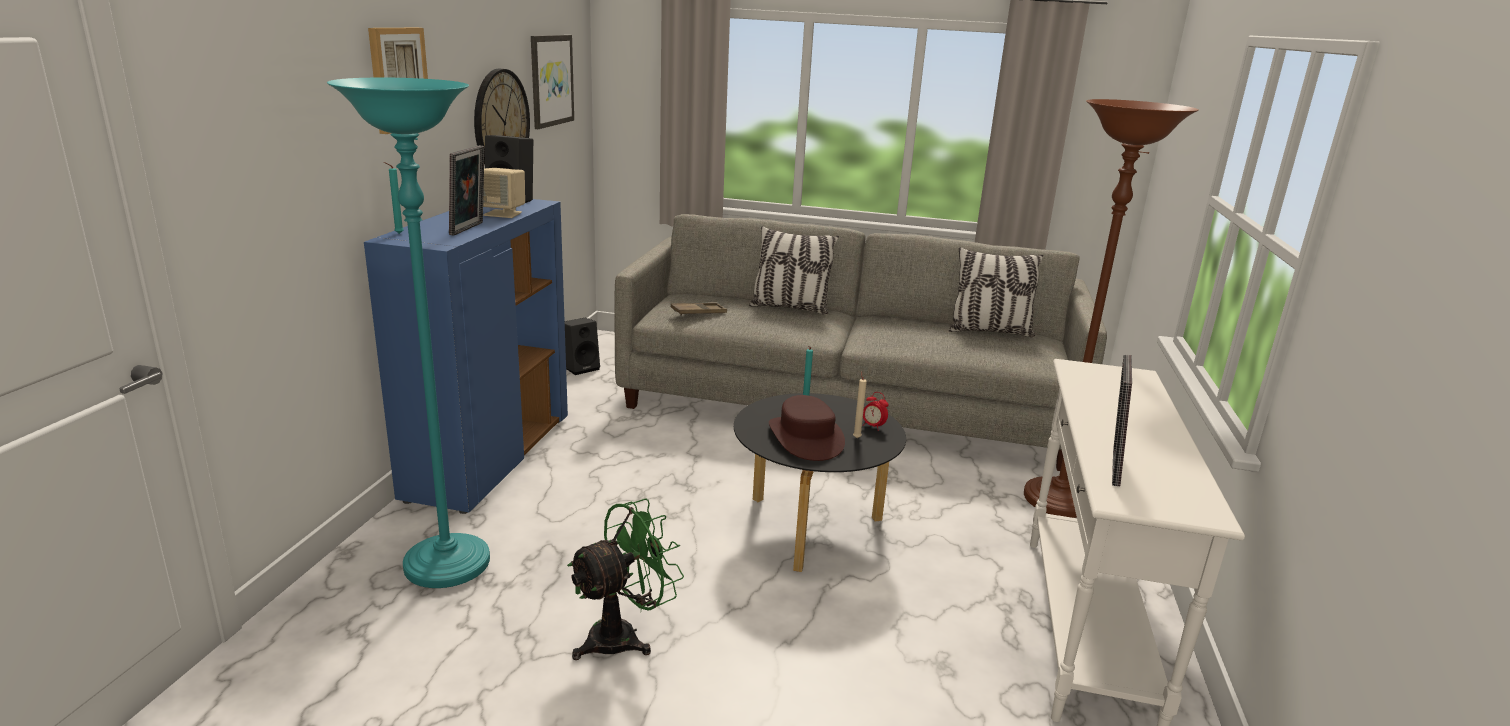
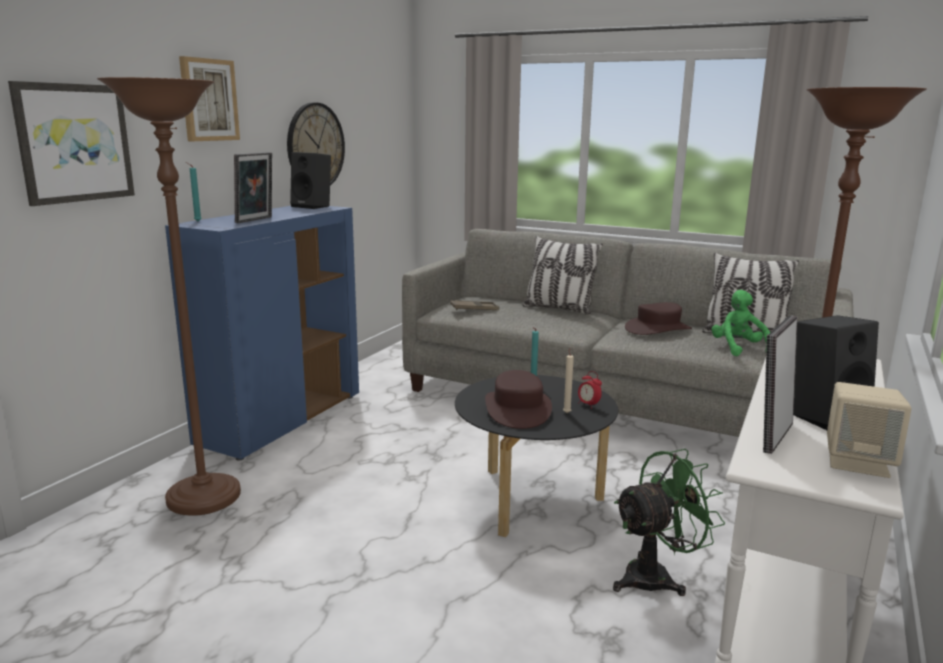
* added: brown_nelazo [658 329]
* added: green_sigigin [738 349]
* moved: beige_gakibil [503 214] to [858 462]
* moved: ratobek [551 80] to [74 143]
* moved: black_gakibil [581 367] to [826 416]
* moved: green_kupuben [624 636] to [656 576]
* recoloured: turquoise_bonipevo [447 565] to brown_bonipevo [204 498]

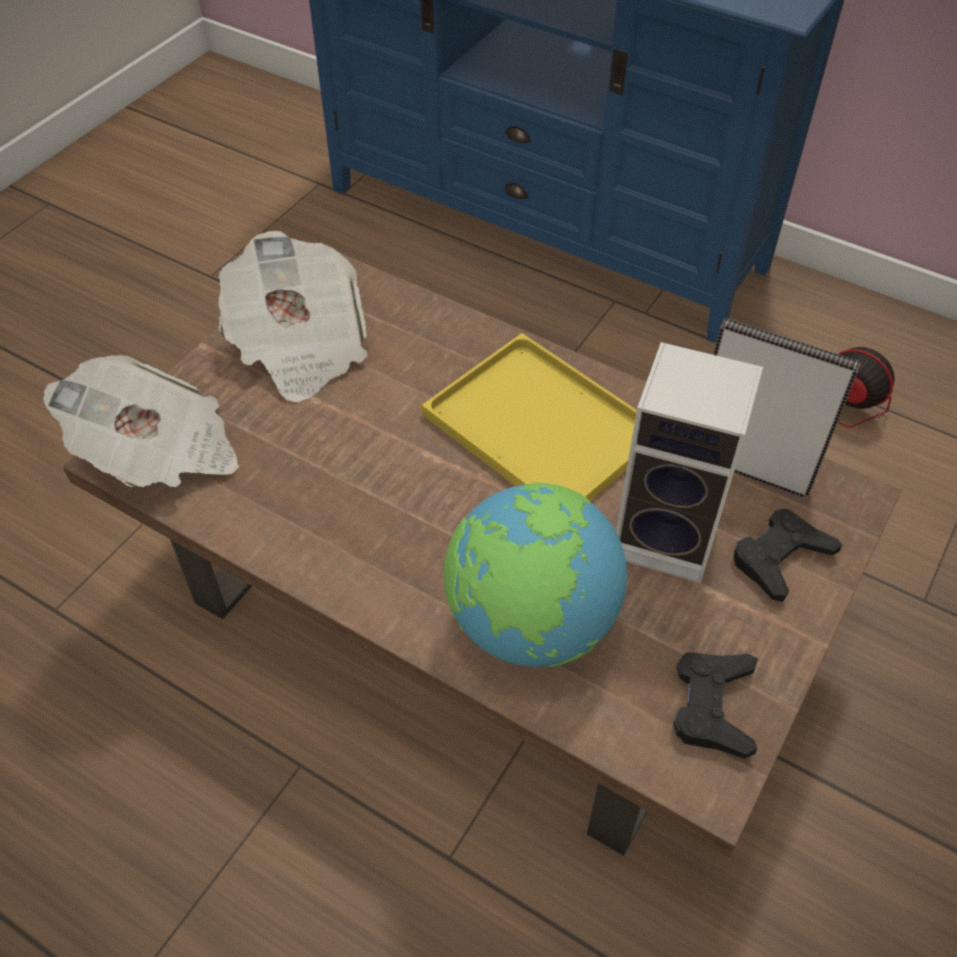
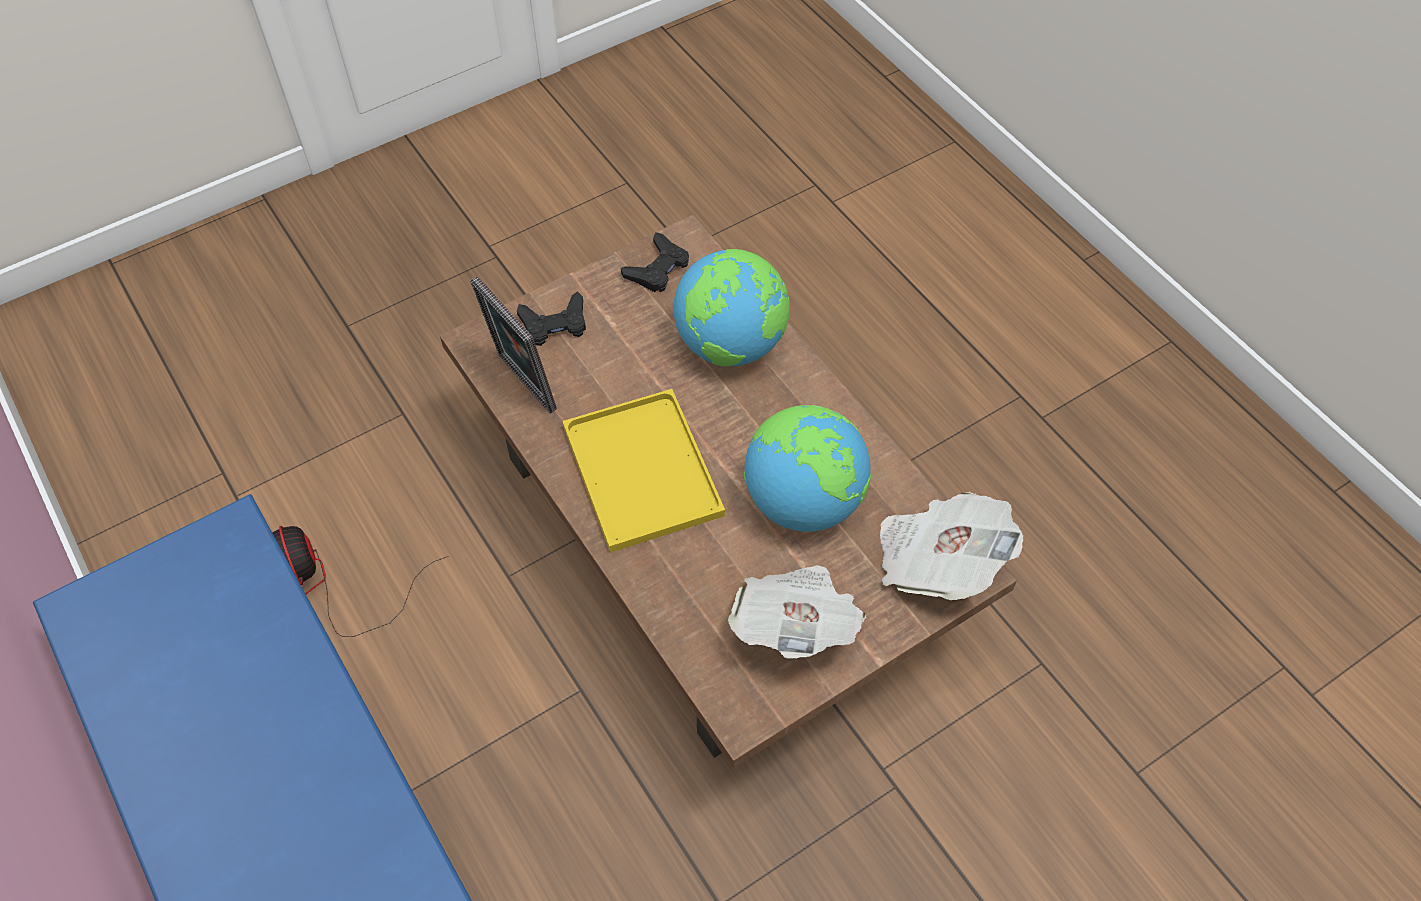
* removed: gakibil [670 537]
* added: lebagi [803 501]

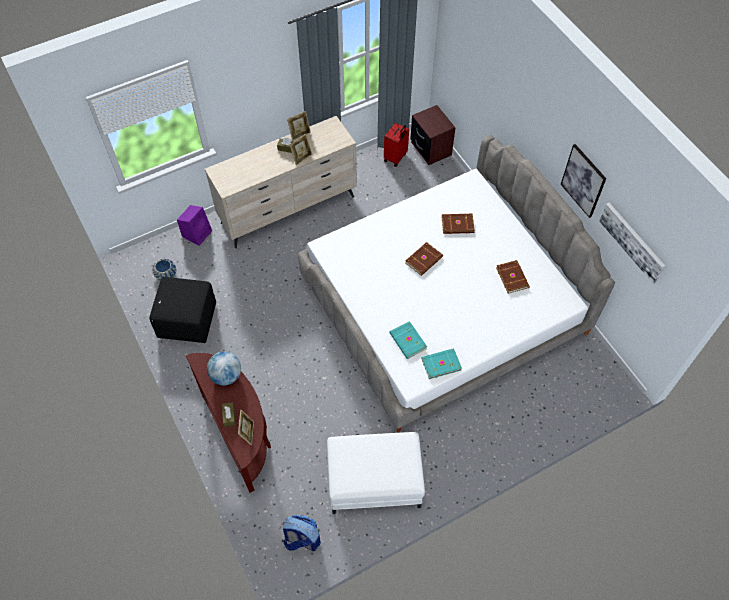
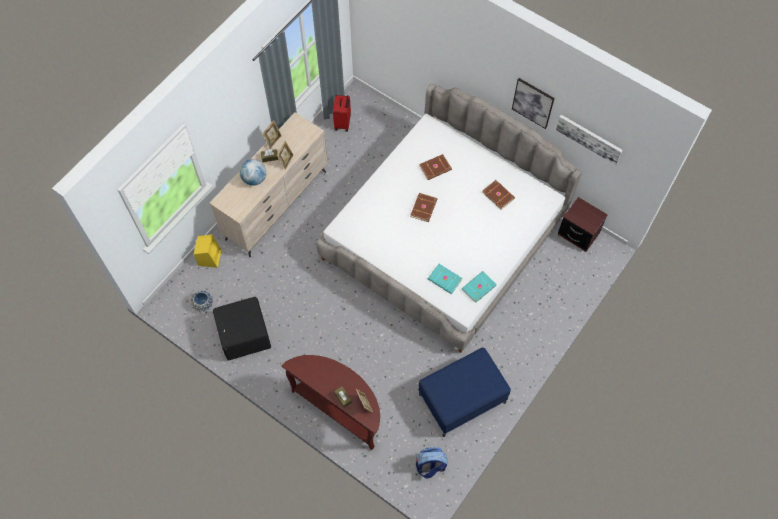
* moved: lebagi [226 375] to [254 179]
* moved: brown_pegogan [431 149] to [578 234]
* recoloured: purple_gakibil [197 233] to yellow_gakibil [209 257]
* recoloured: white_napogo [374 482] to blue_napogo [462 399]

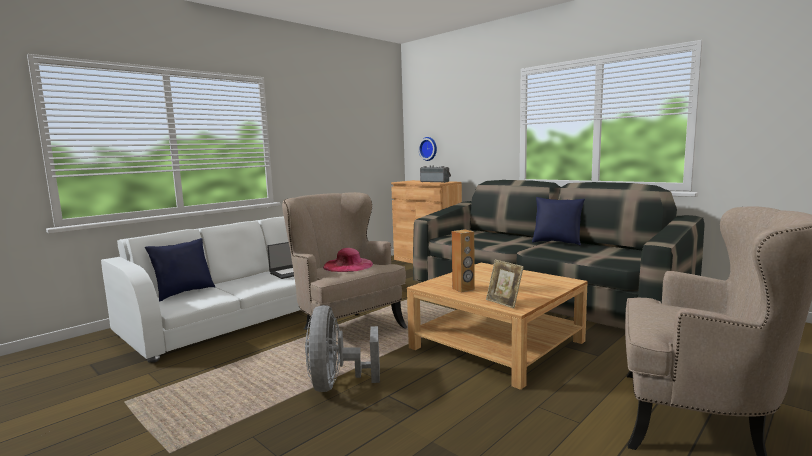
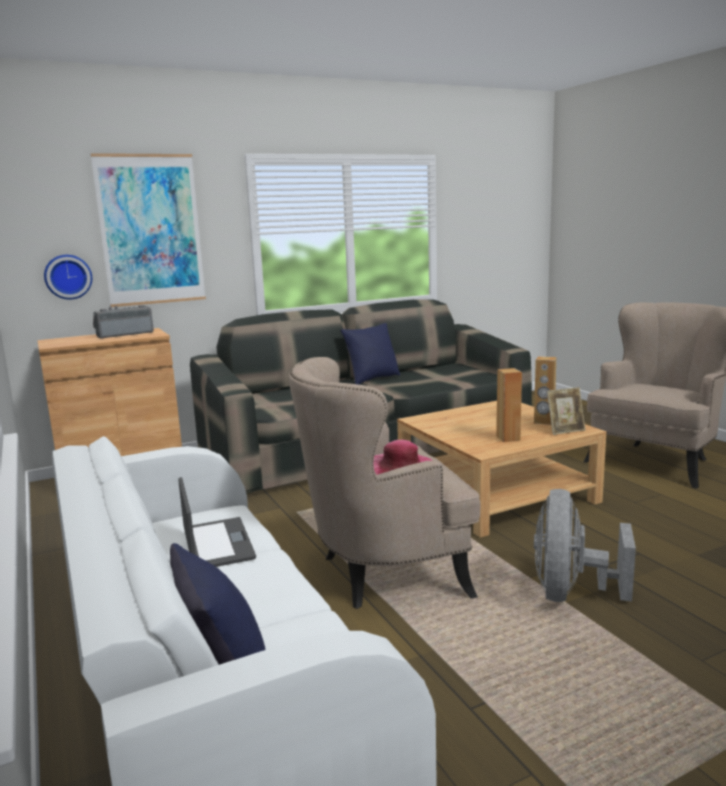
* added: ratobek [151 230]
* added: brown_gakibil [544 421]
* turned: grey_kupuben [337 384] = [571 593] 90 degrees clockwise

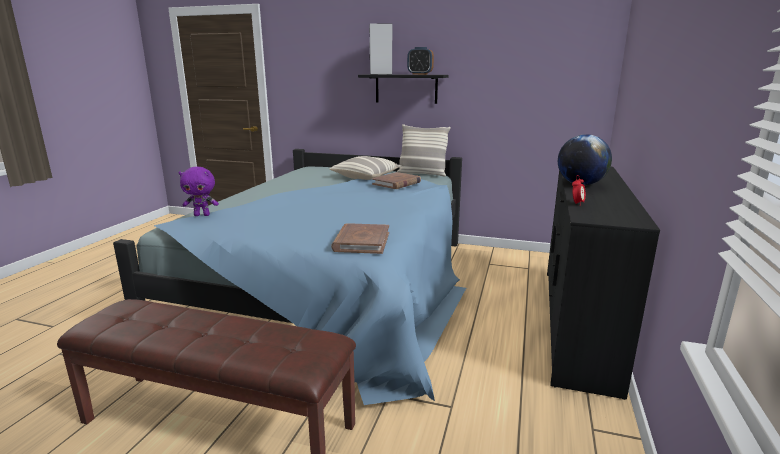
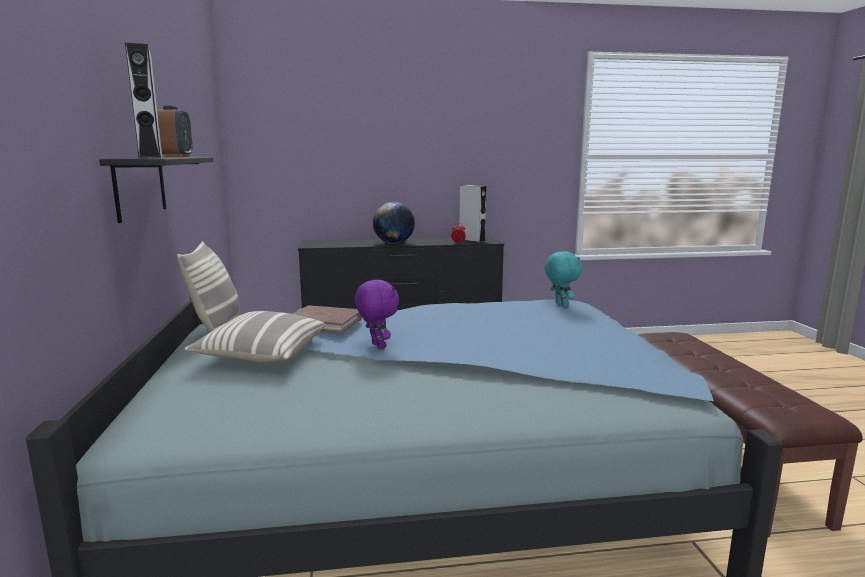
* added: grey_gakibil [472 240]
* moved: purple_sigigin [202 215] to [377 346]
* replaced: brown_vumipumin [361 242] to turquoise_sigigin [560 305]

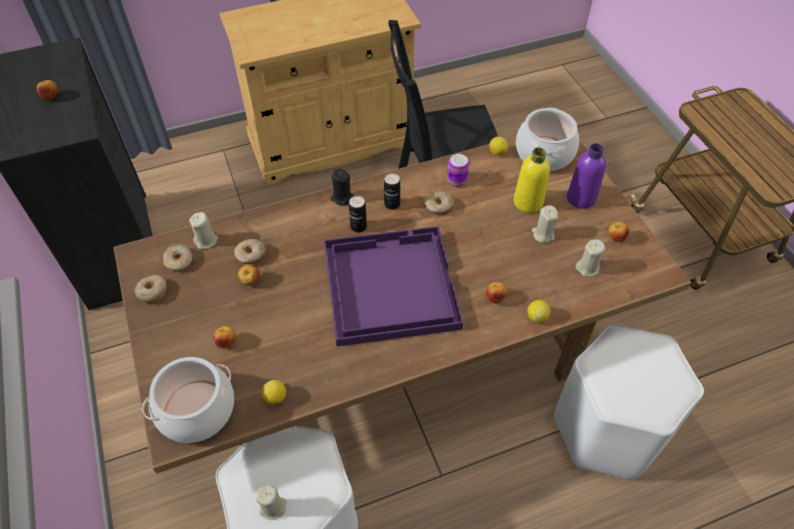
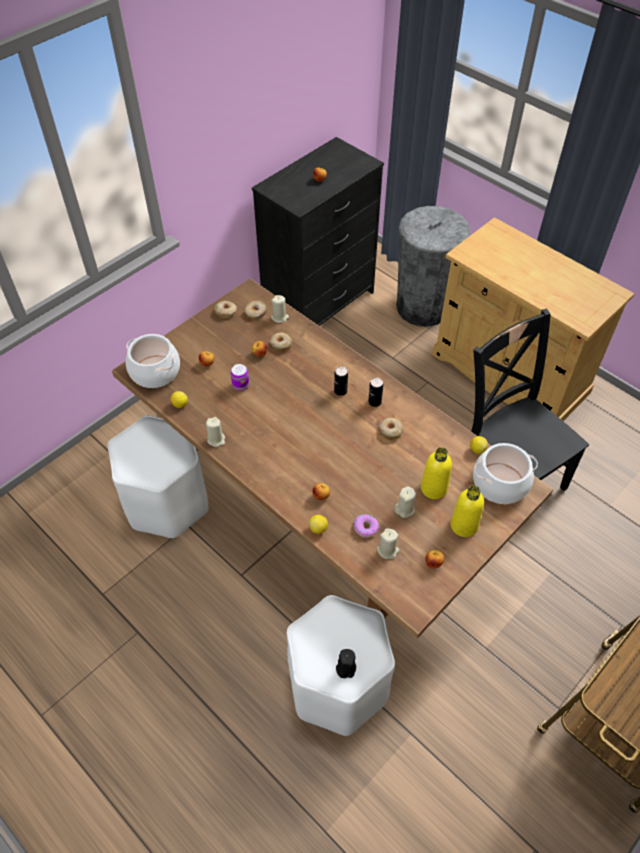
* removed: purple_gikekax [389 285]
* added: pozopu [366 527]
* added: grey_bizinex [423 307]
* moved: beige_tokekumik [273 507] to [216 439]
* moved: black_tokekumik [342 198] to [345 668]
* moved: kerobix [456 180] to [240 385]
* recoloured: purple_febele [581 198] to yellow_febele [464 525]

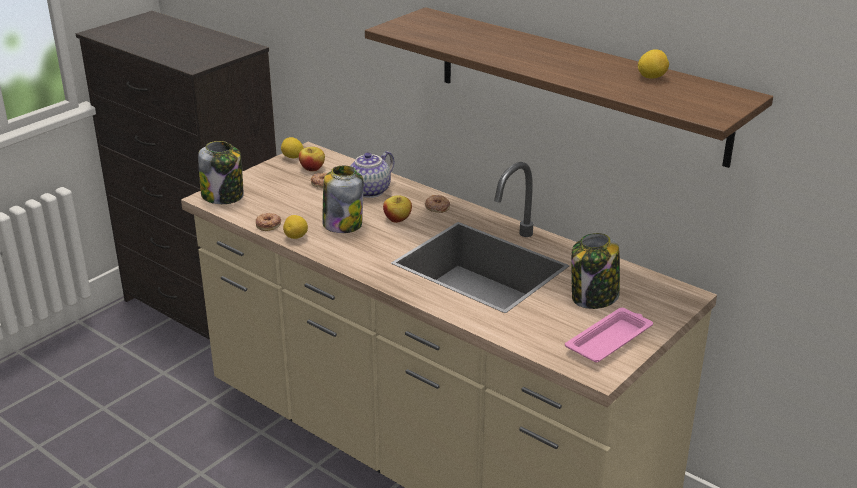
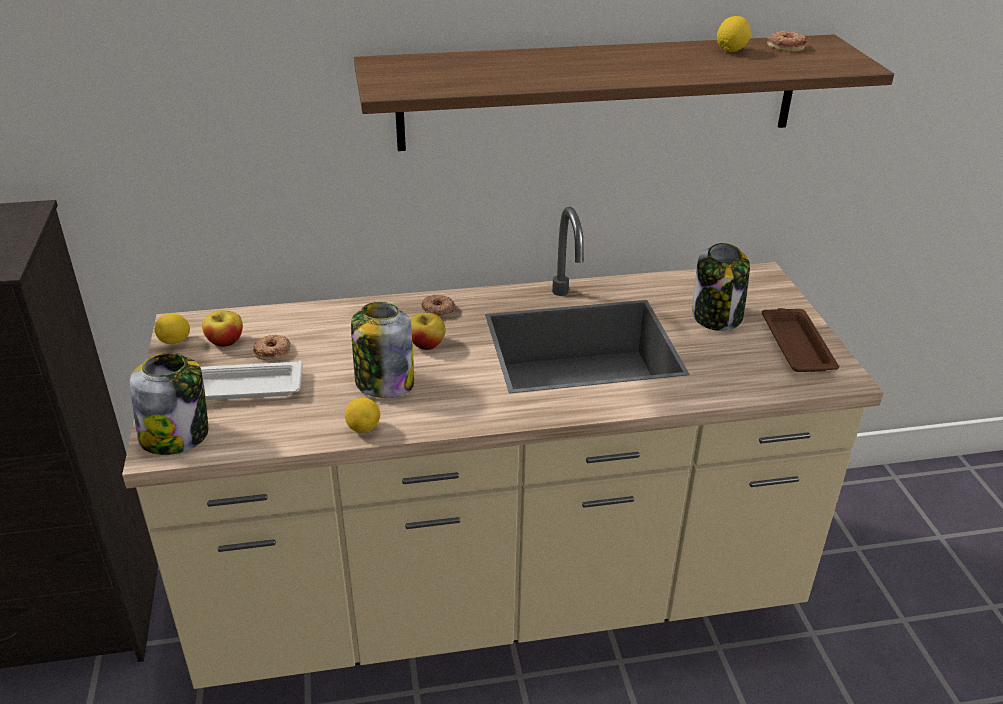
* removed: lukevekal [370 191]
* added: white_gikekax [242 388]
* moved: pozopu [268 224] to [786 46]
* recoloured: pink_gikekax [610 340] to brown_gikekax [795 345]

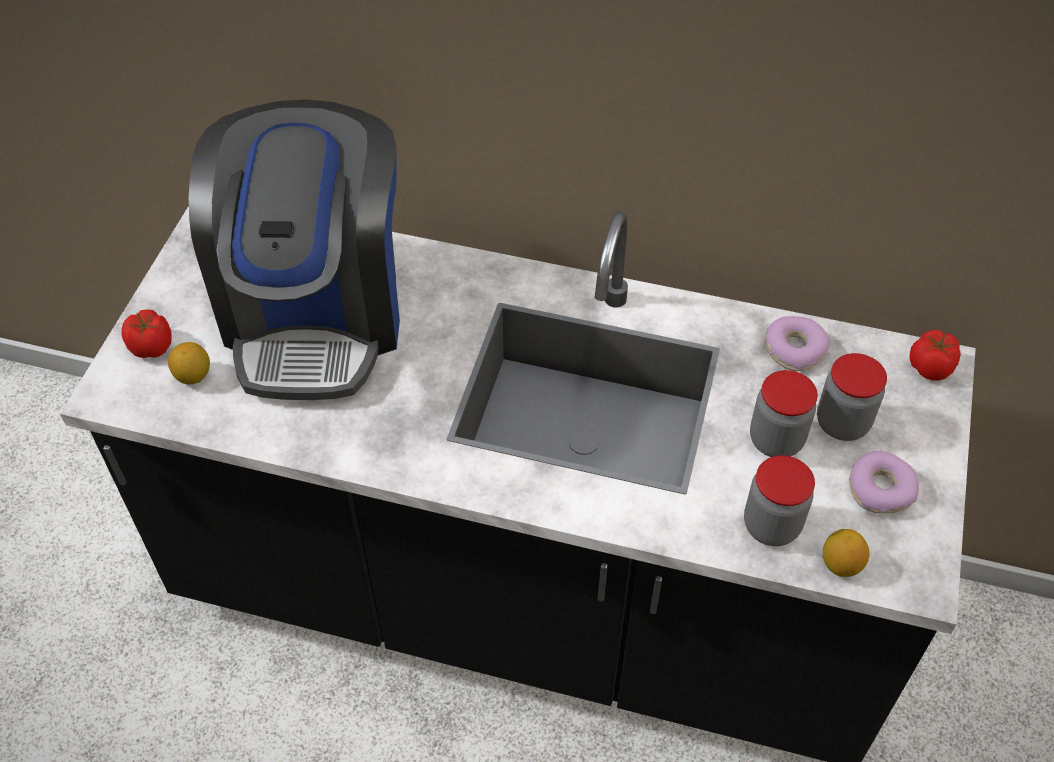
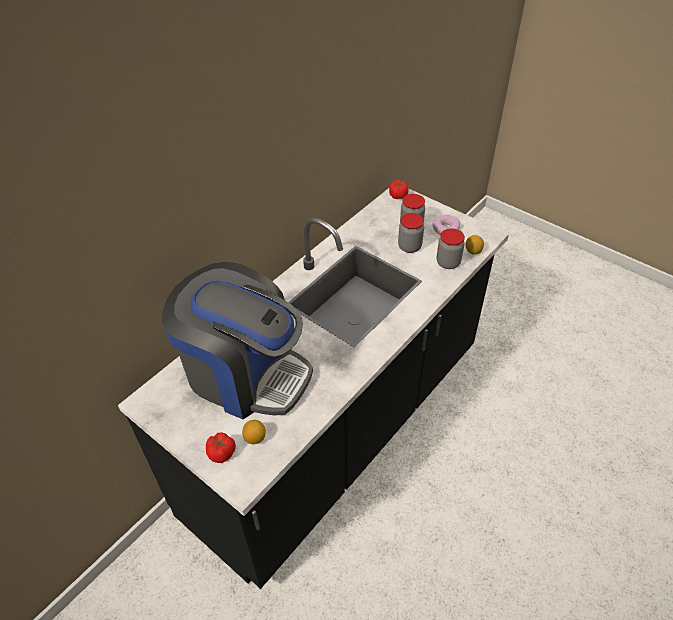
* removed: pozopu [794 349]

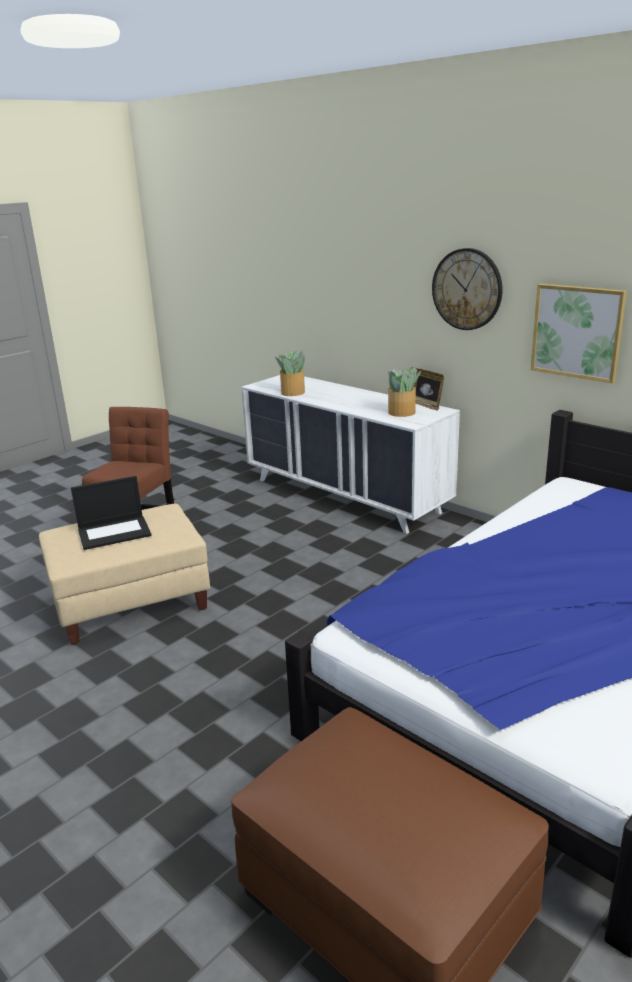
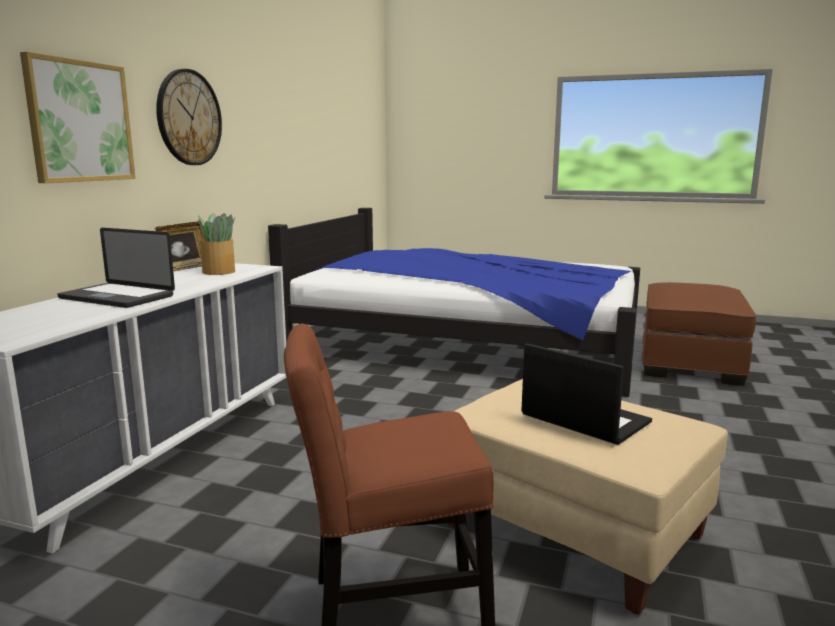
* removed: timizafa [292 392]
* added: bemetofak [117 297]
* moved: ratobek [577 332] to [80 121]

